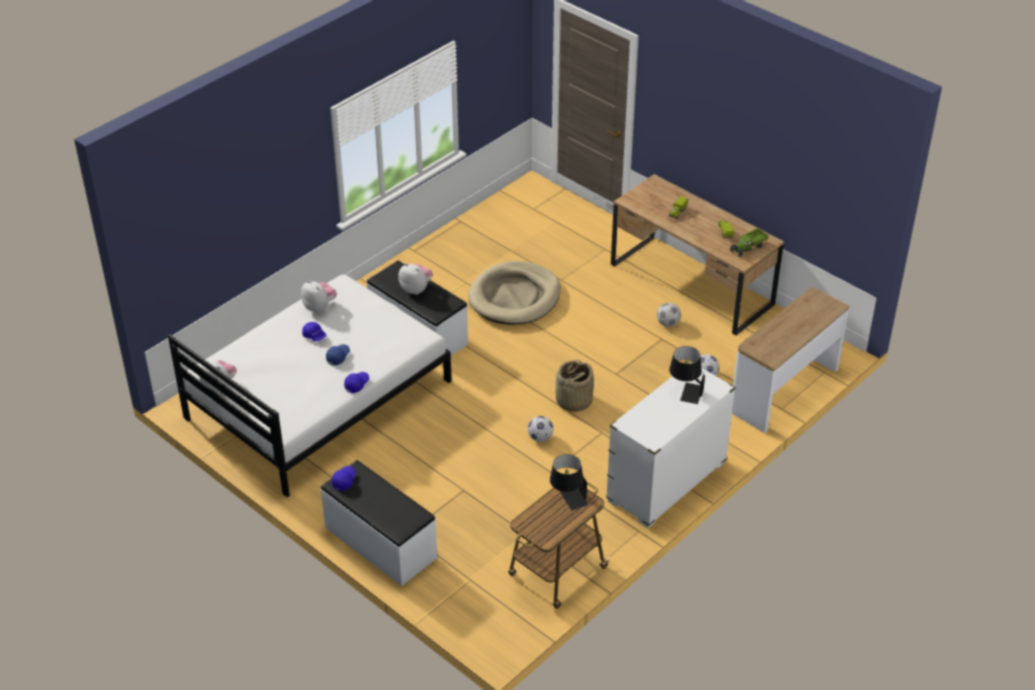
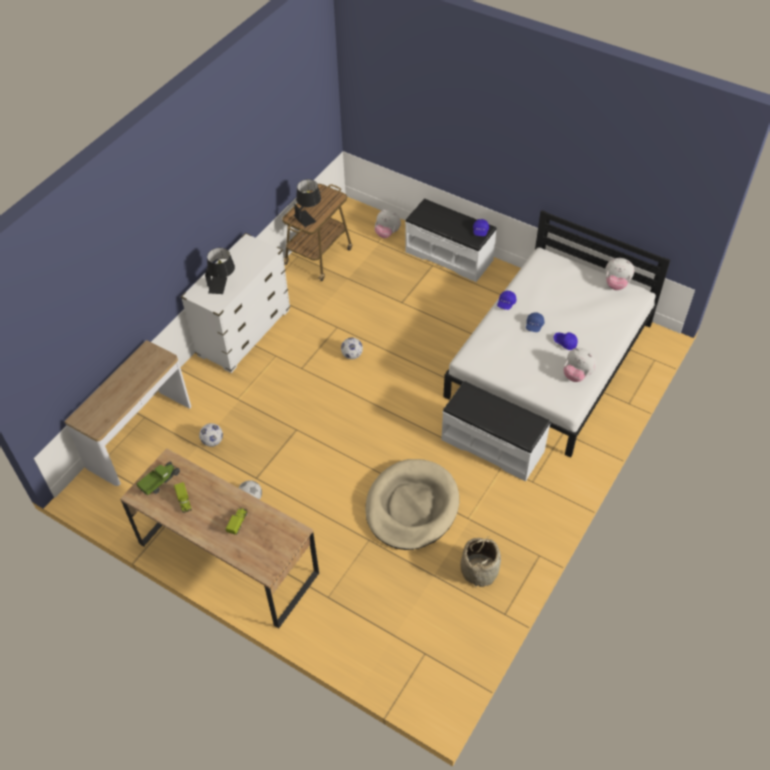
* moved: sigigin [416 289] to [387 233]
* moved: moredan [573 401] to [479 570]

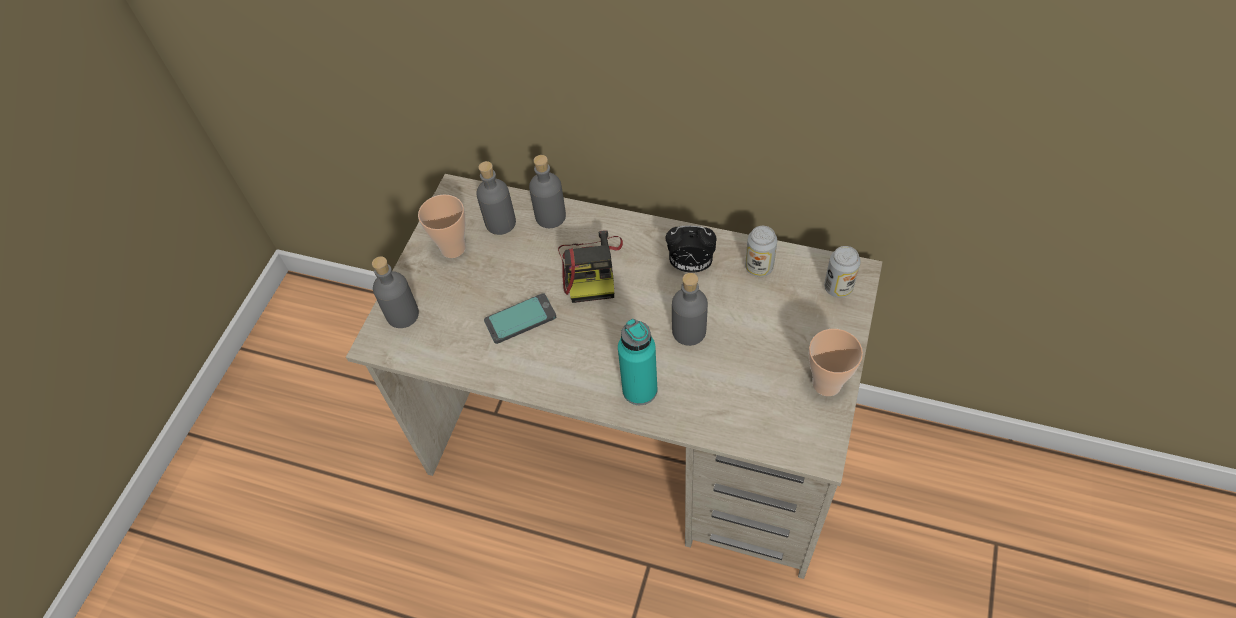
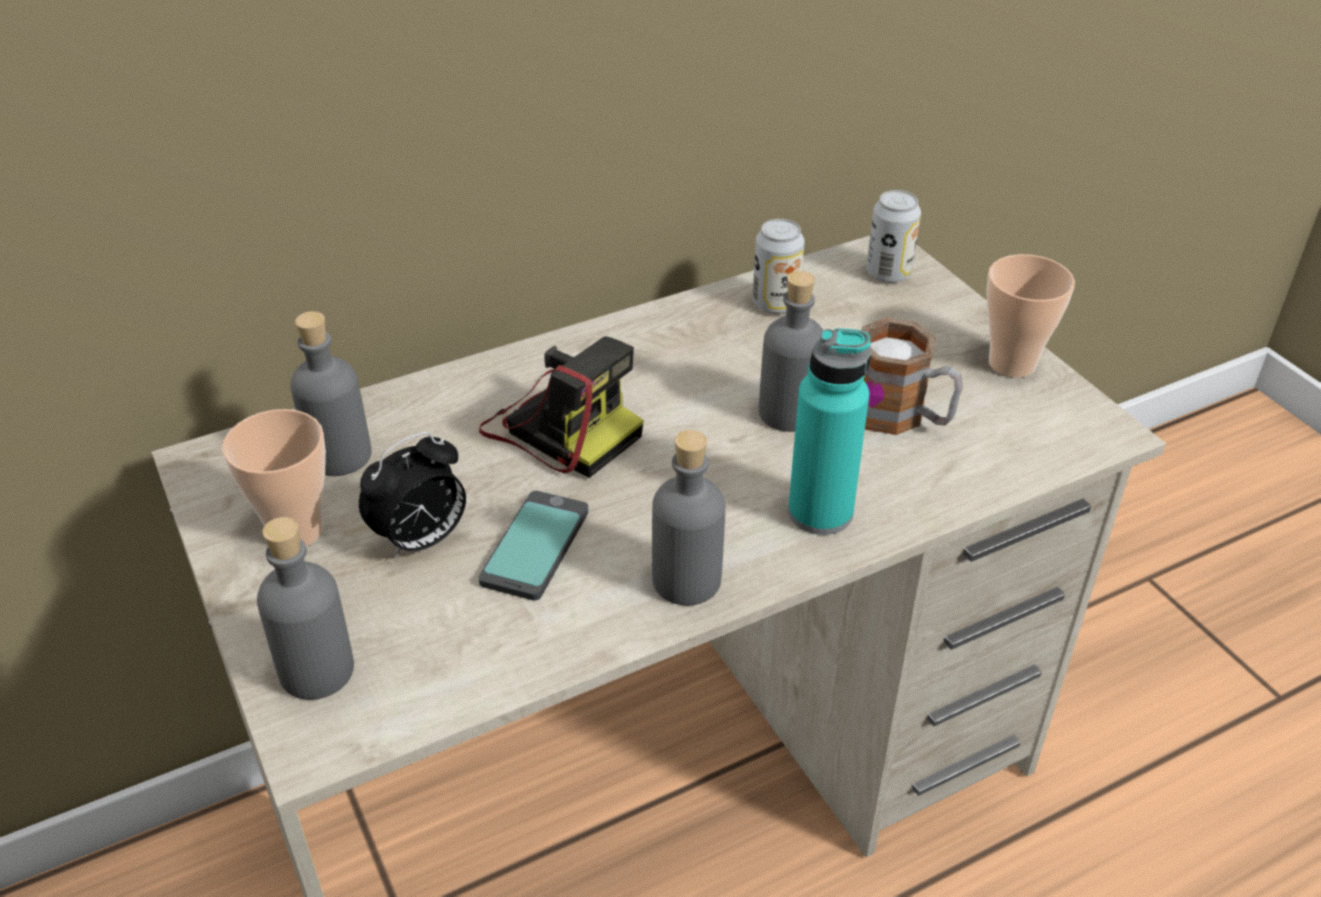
* added: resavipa [901 417]
* moved: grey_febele [550 216] to [687 580]
* moved: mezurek [690 266] to [421 540]

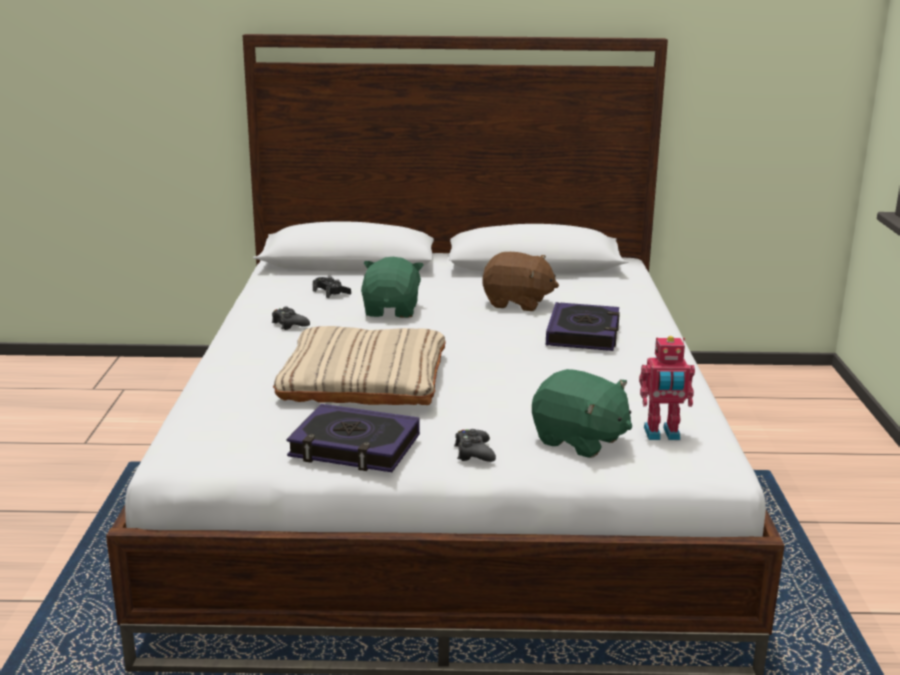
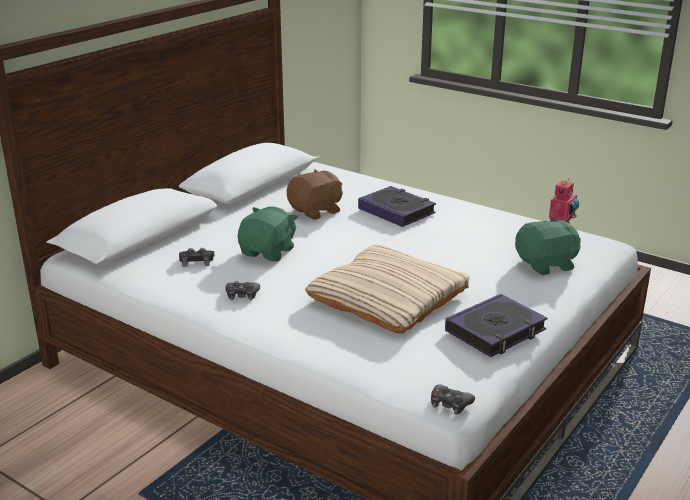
* moved: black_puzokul [474 453] to [450 404]
* turned: green_sigigin [392 310] = [268 252] 75 degrees clockwise

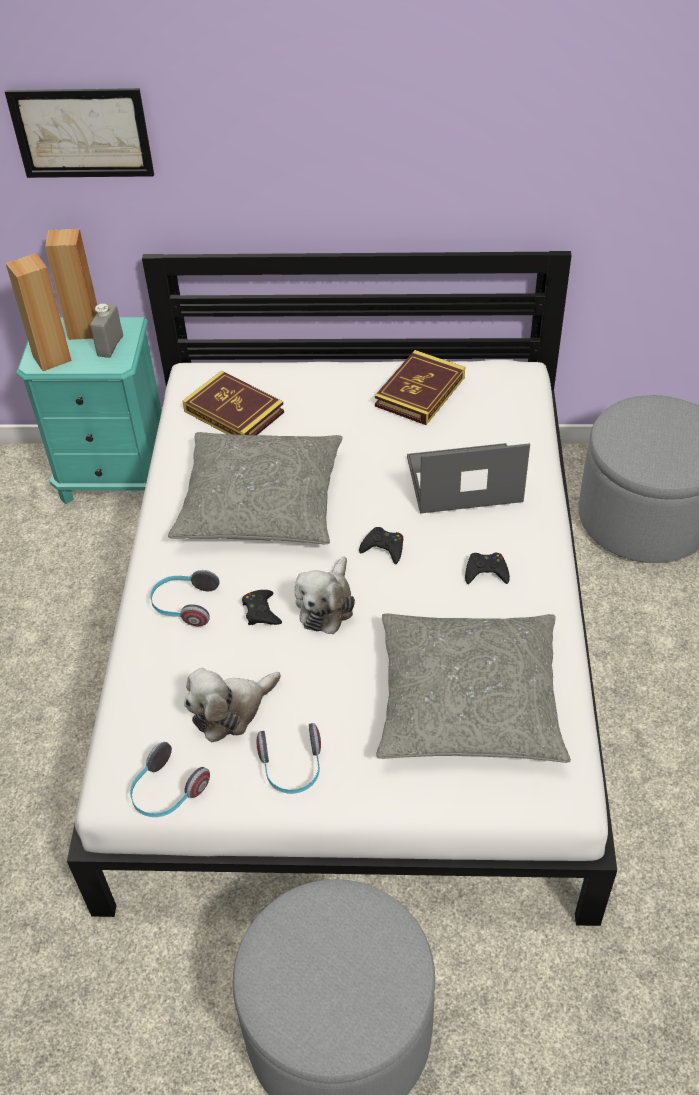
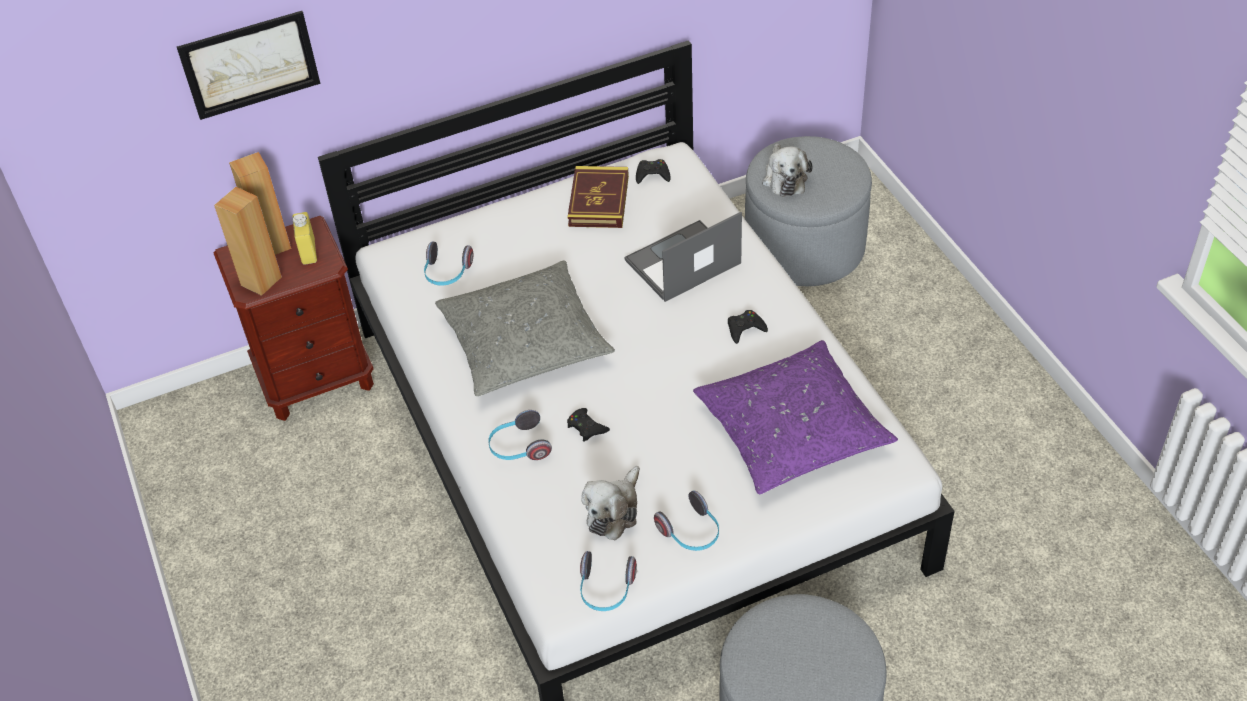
* moved: sigigin [326 605] to [784 178]
* moved: black_puzokul [383 548] to [652 175]
* replaced: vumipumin [234 412] to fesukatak [447 273]
* recoloured: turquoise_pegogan [115 477] to brown_pegogan [316 379]
* recoloured: grey_febele [110 346] to yellow_febele [308 251]
* recoloured: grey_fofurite [468 700] to purple_fofurite [791 430]

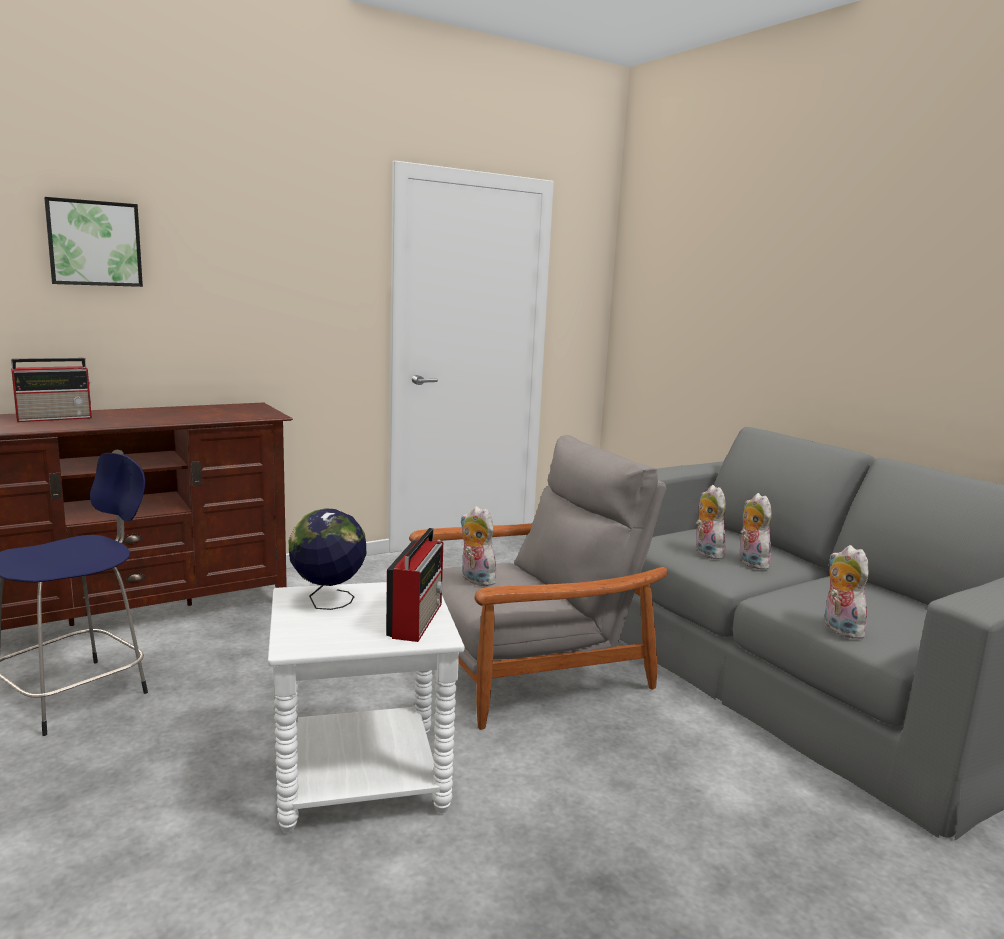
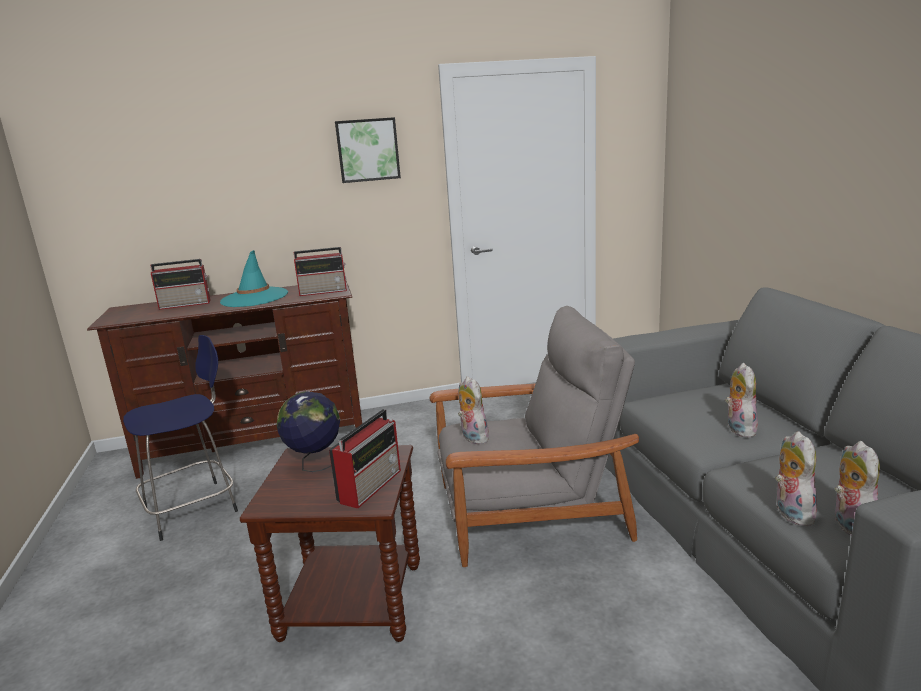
* added: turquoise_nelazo [254 298]
* added: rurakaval [324 291]
* moved: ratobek [94 243] to [367 150]
* moved: sigigin [706 553] to [849 525]
* recoloured: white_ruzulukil [362 777] to brown_ruzulukil [353 600]

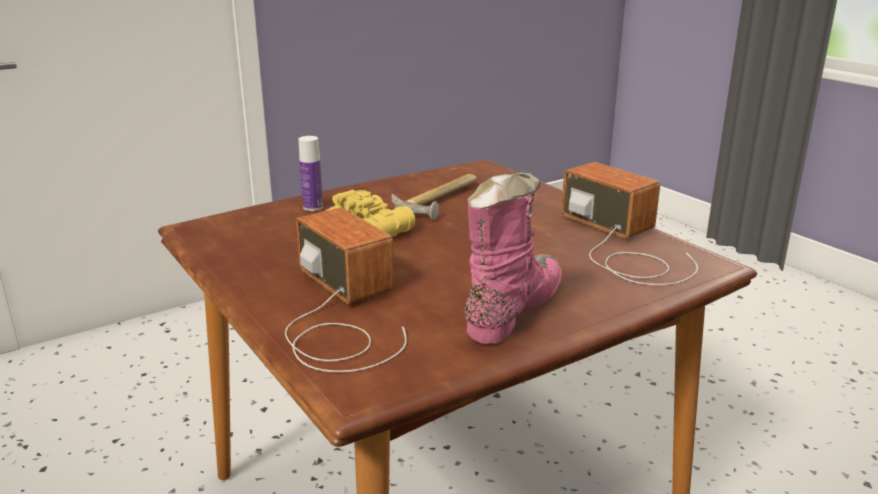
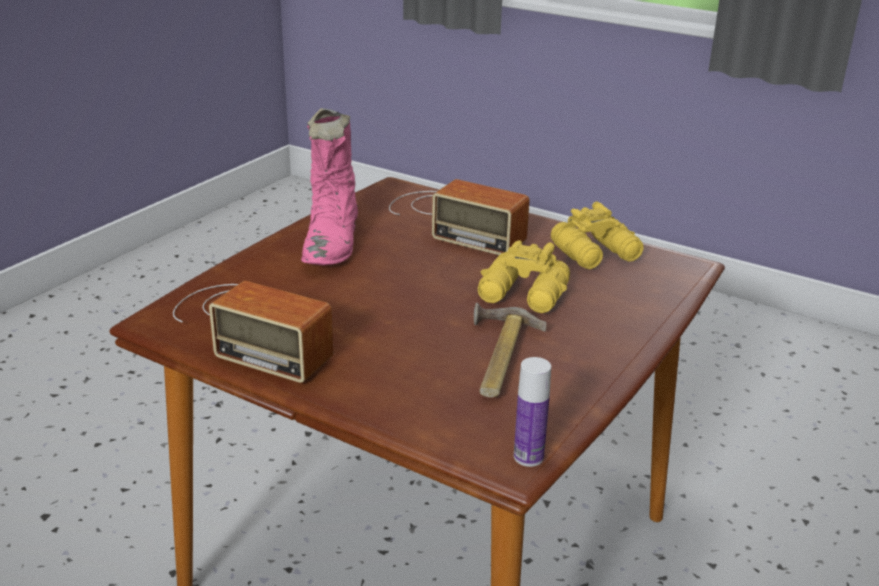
* added: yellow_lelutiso [597 254]
* moved: febele [313 207] to [528 457]

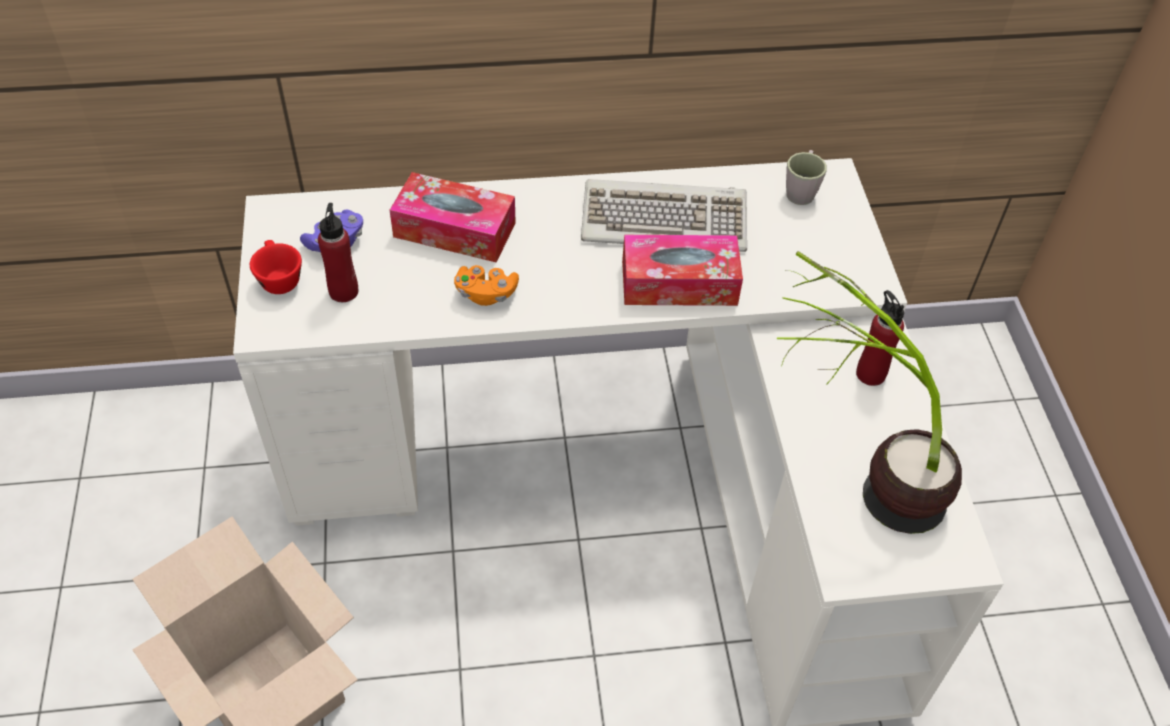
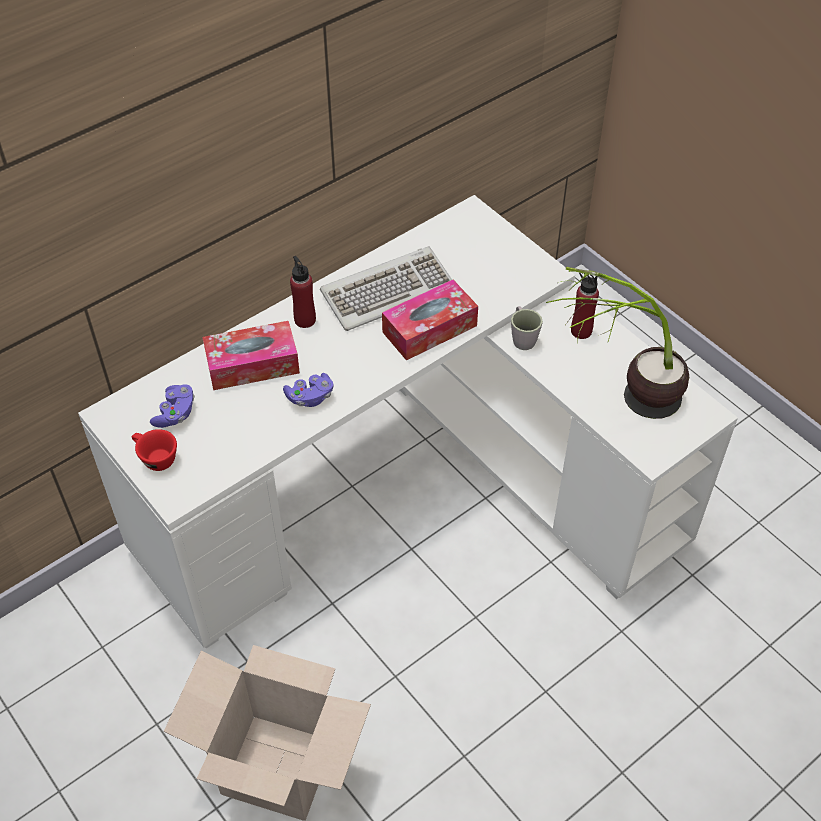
* moved: red_febele [343 291] to [305 320]
* moved: grey_resavipa [801 190] to [522 337]
* recoloured: orange_puzokul [486 293] to purple_puzokul [310 397]

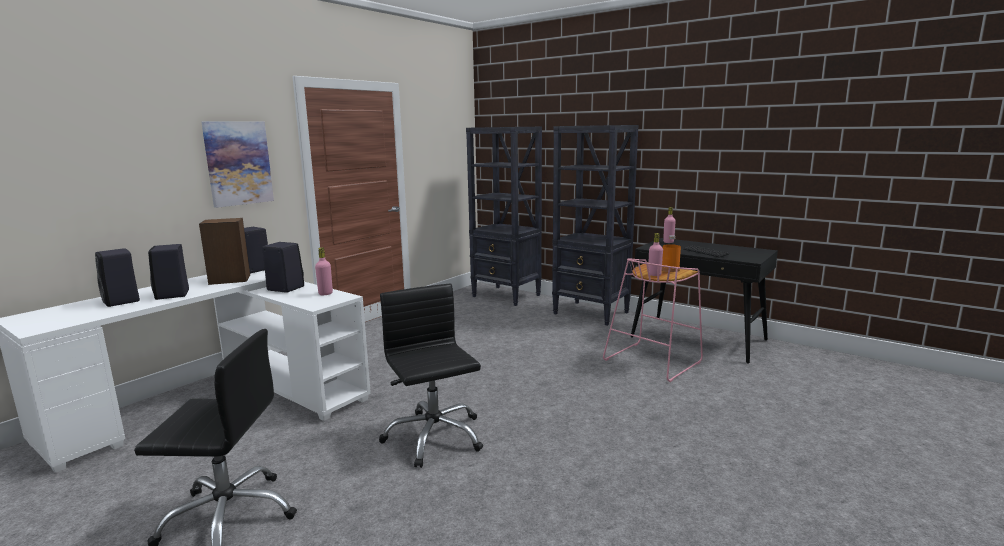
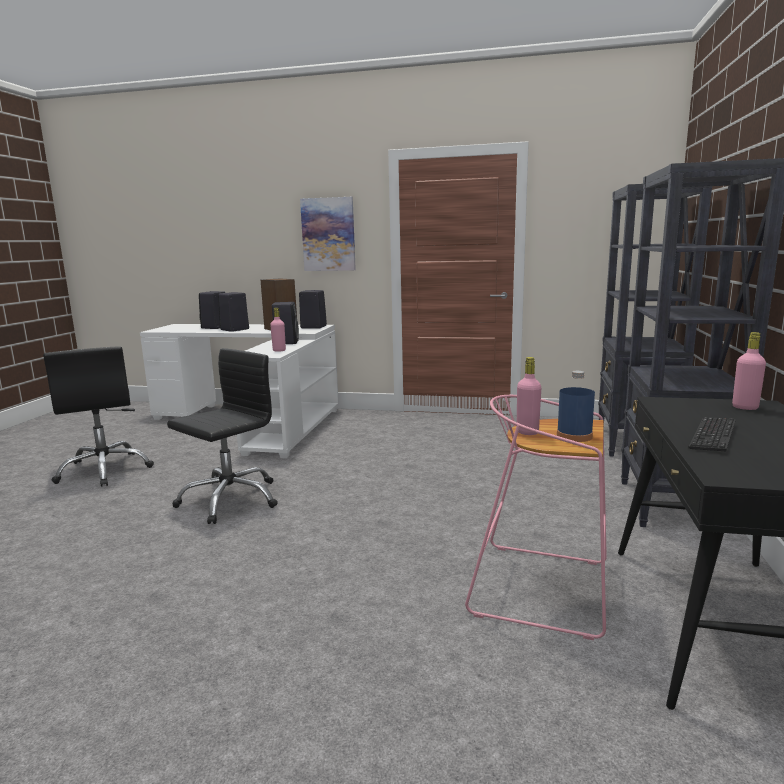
* recoloured: orange_febele [670 269] to blue_febele [574 436]

